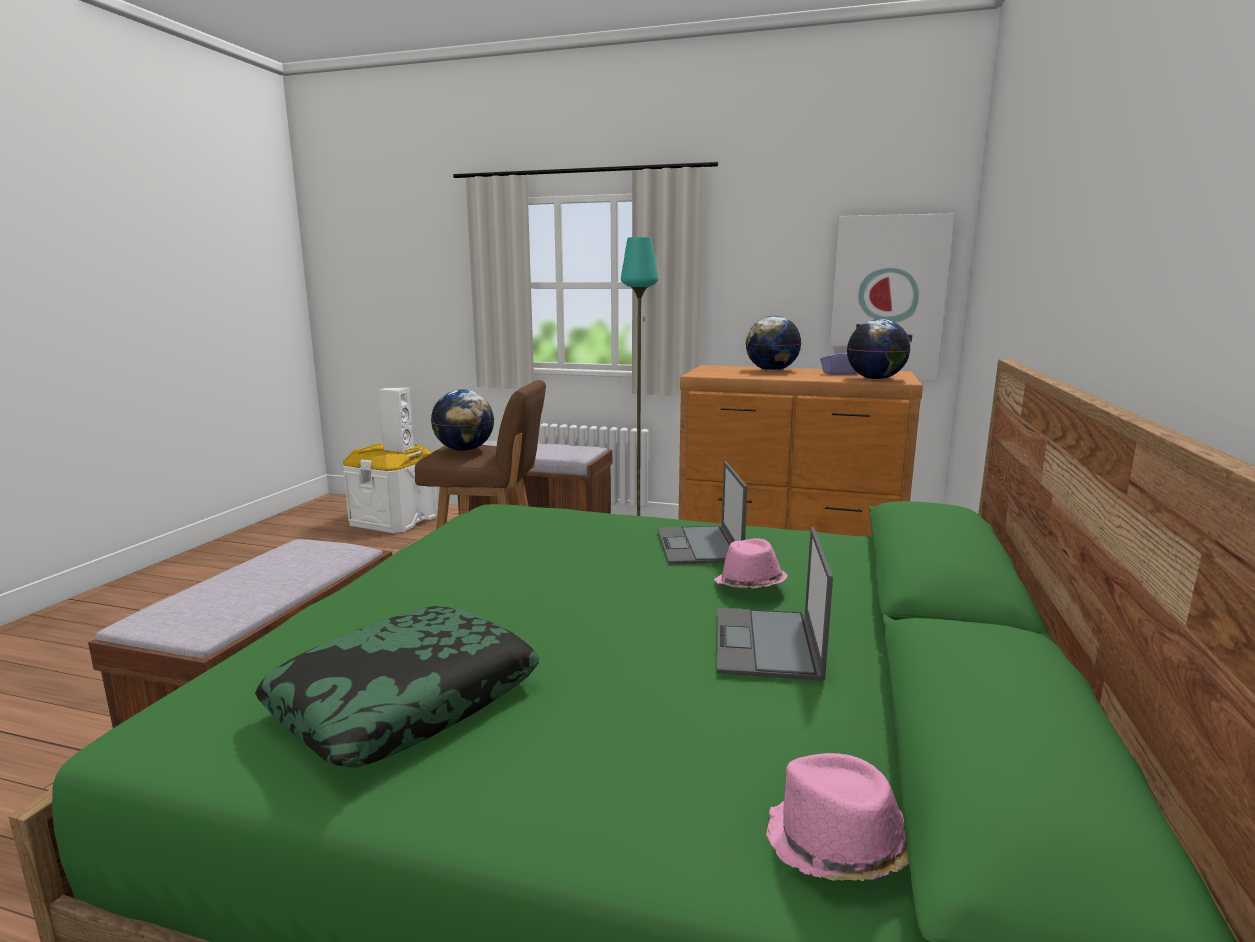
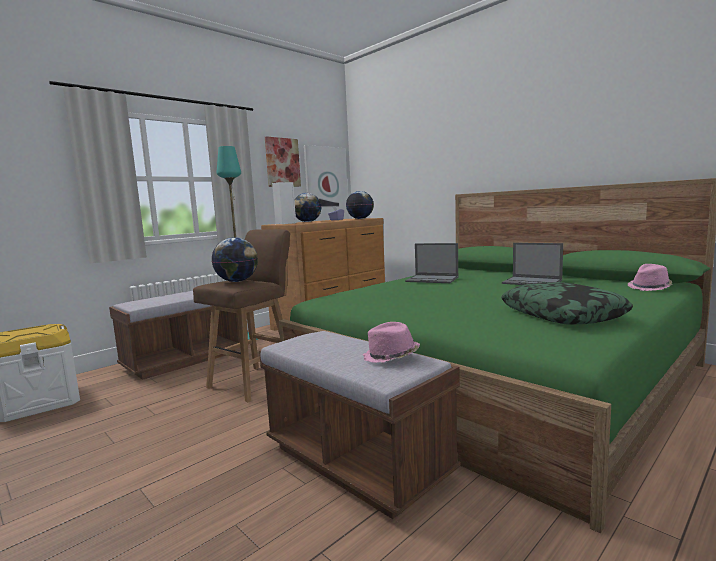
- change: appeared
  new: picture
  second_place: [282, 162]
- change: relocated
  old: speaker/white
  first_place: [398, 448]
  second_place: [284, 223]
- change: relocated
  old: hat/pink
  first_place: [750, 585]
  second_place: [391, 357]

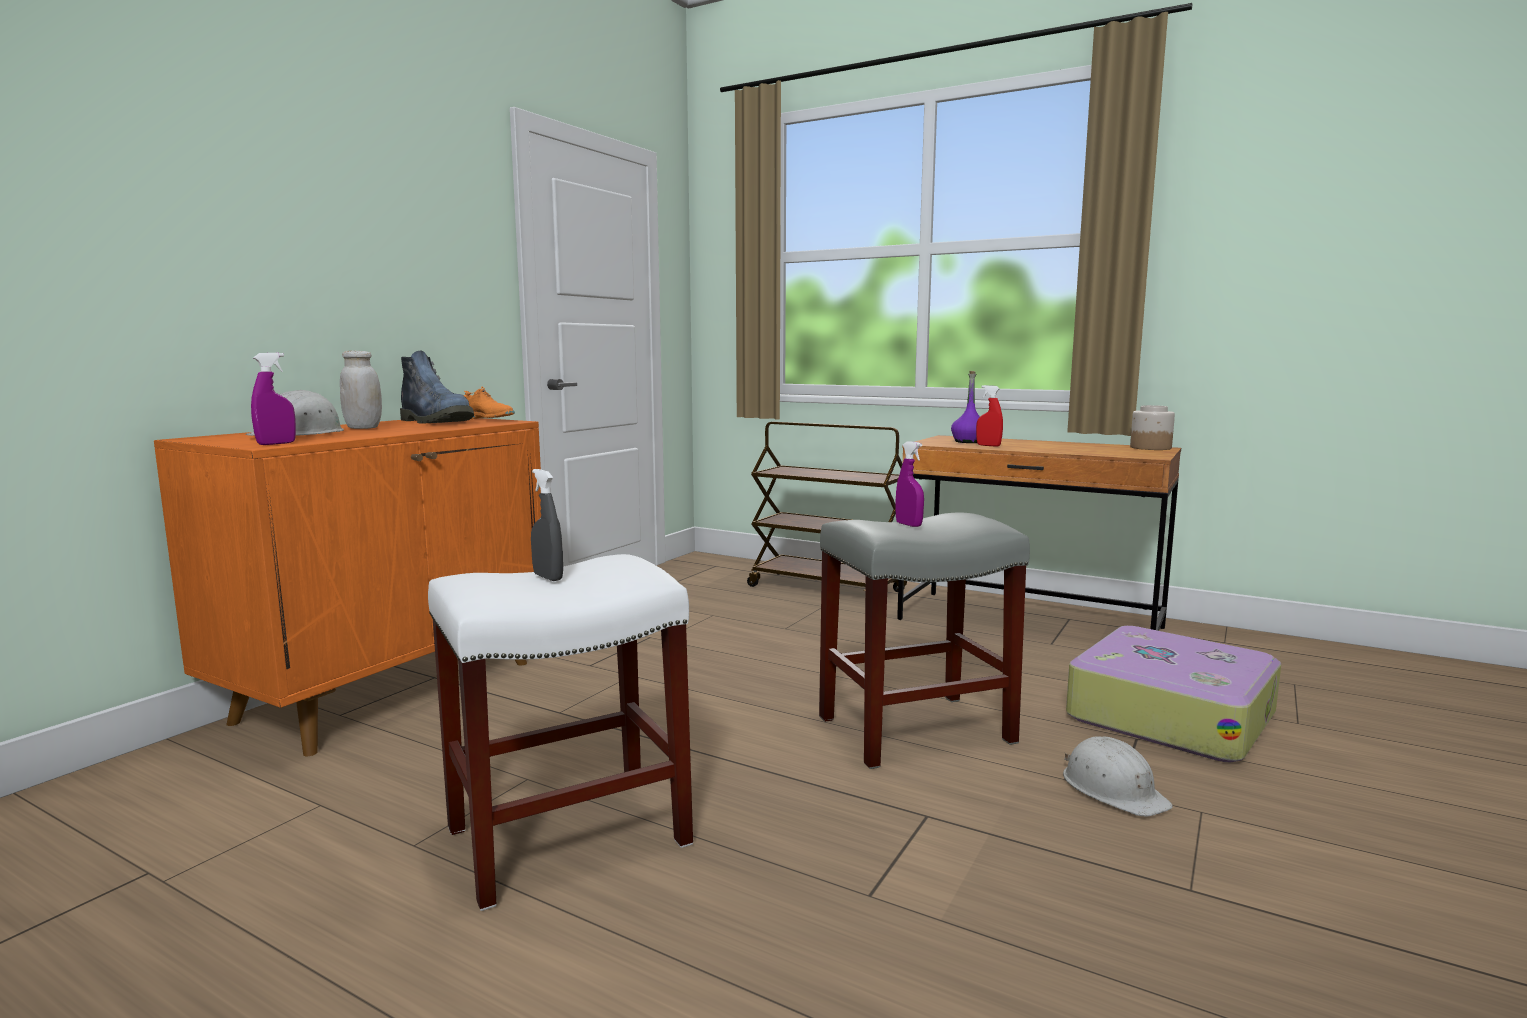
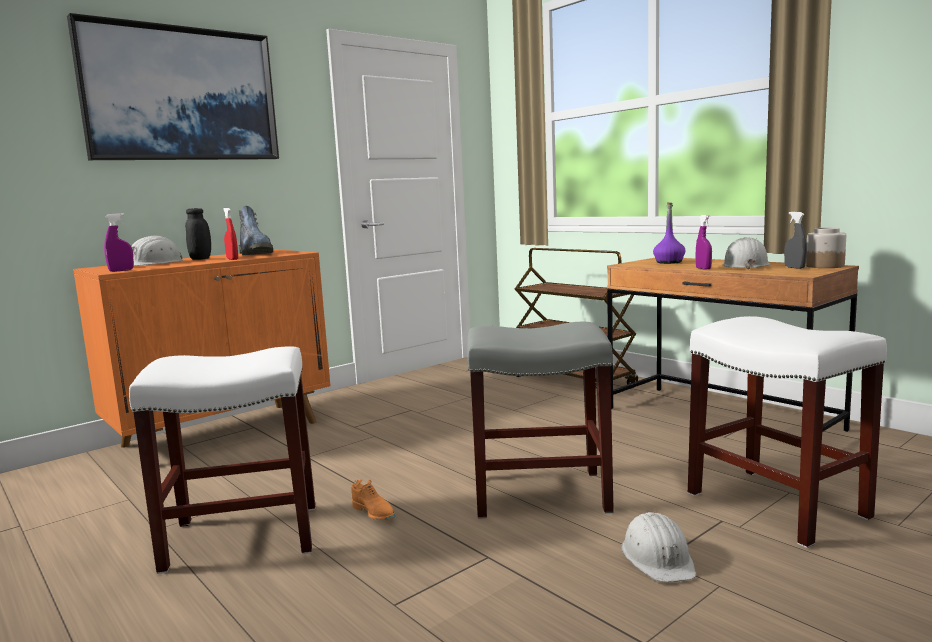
- change: appeared
  new: picture
  second_place: [181, 94]
- change: appeared
  new: hard hat/white
  second_place: [745, 265]
- change: relocated
  old: shoe/orange
  first_place: [488, 420]
  second_place: [374, 513]
- change: relocated
  old: spray bottle/grey
  first_place: [548, 577]
  second_place: [794, 267]
- change: relocated
  old: spray bottle/purple
  first_place: [908, 525]
  second_place: [703, 268]
- change: relocated
  old: spray bottle/red
  first_place: [988, 445]
  second_place: [232, 259]
- change: exchanged
  old: suitcase
  new: stool/white
  first_place: [1169, 714]
  second_place: [774, 504]
- change: colour
  old: jar/white
  new: jar/black
  first_place: [363, 428]
  second_place: [200, 259]

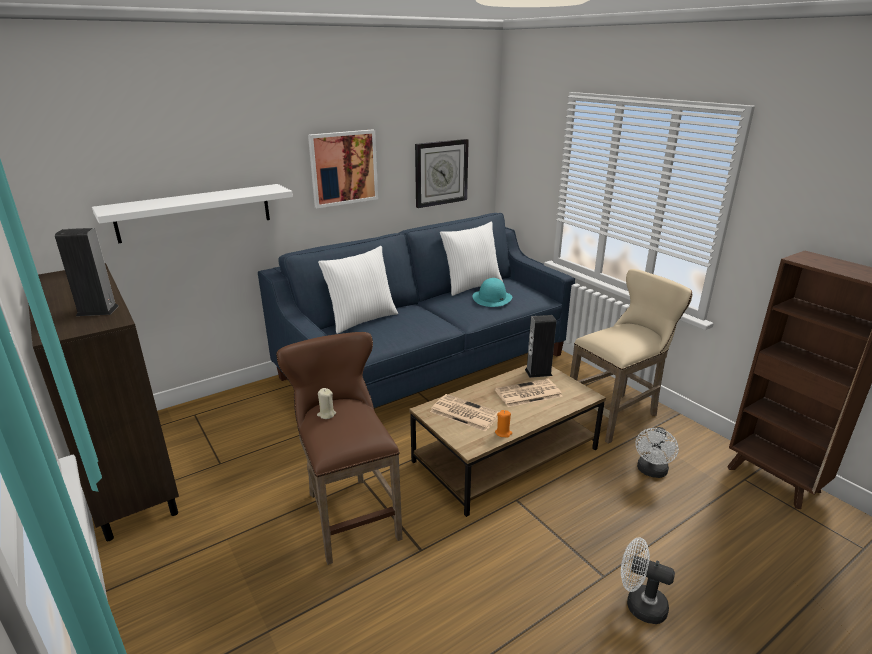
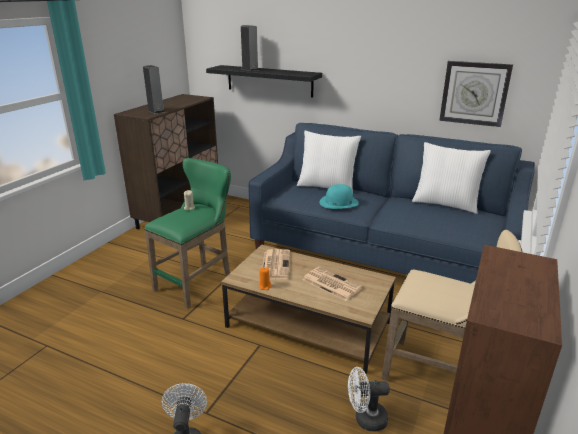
- change: missing
  old: picture
  first_place: [343, 168]
- change: relocated
  old: hat/turquoise
  first_place: [492, 298]
  second_place: [338, 202]
- change: relocated
  old: speaker
  first_place: [538, 372]
  second_place: [250, 69]
- change: colour
  old: shelf/white
  new: shelf/black
  first_place: [195, 212]
  second_place: [269, 81]
- change: colour
  old: stool/brown
  new: stool/green
  first_place: [349, 512]
  second_place: [198, 282]

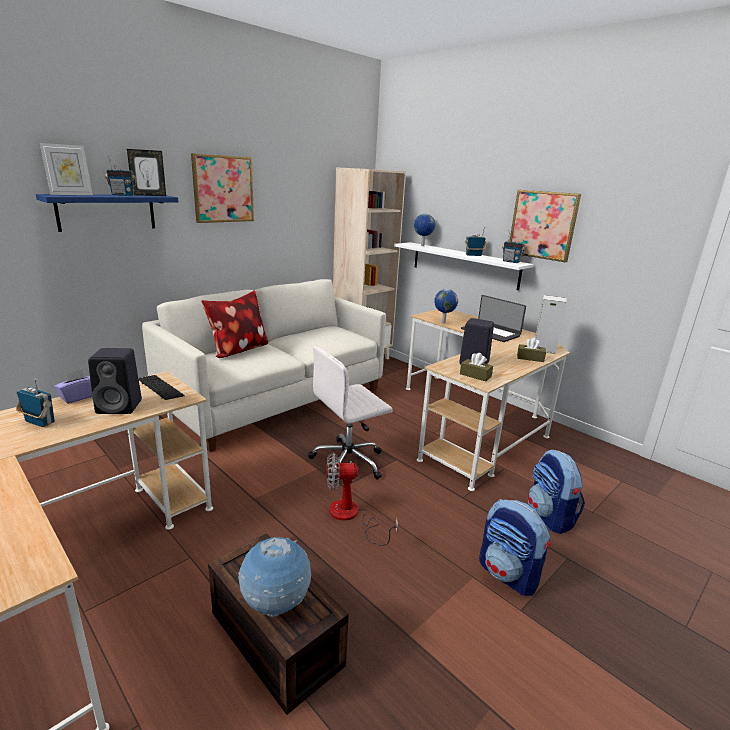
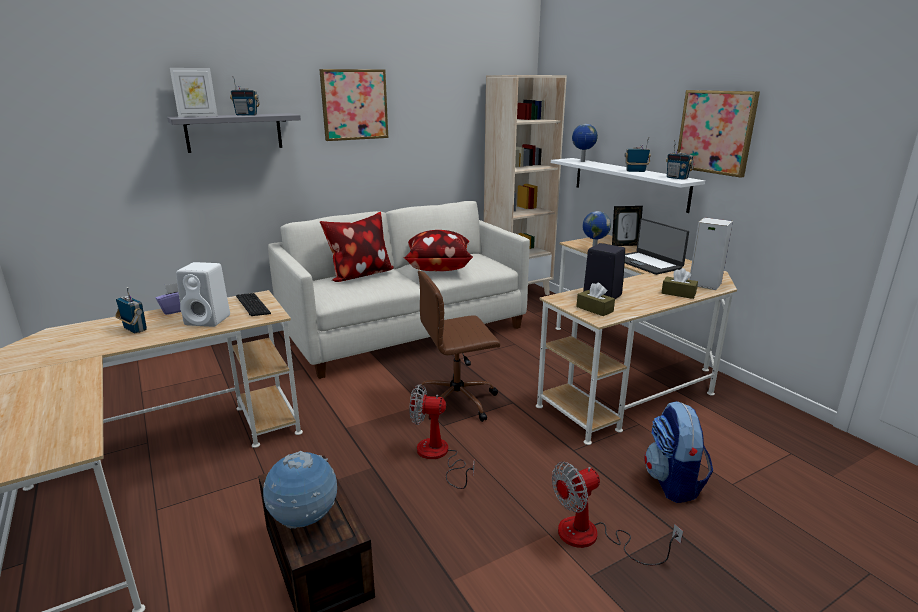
- change: appeared
  new: pillow
  second_place: [438, 268]
- change: relocated
  old: picture frame
  first_place: [149, 195]
  second_place: [625, 245]
- change: exchanged
  old: backpack
  new: fan
  first_place: [508, 574]
  second_place: [592, 537]
- change: colour
  old: shelf/blue
  new: shelf/grey
  first_place: [107, 212]
  second_place: [234, 132]
- change: colour
  old: speaker/black
  new: speaker/white
  first_place: [121, 407]
  second_place: [209, 320]
- change: colour
  old: office chair/white
  new: office chair/brown
  first_place: [349, 461]
  second_place: [458, 400]

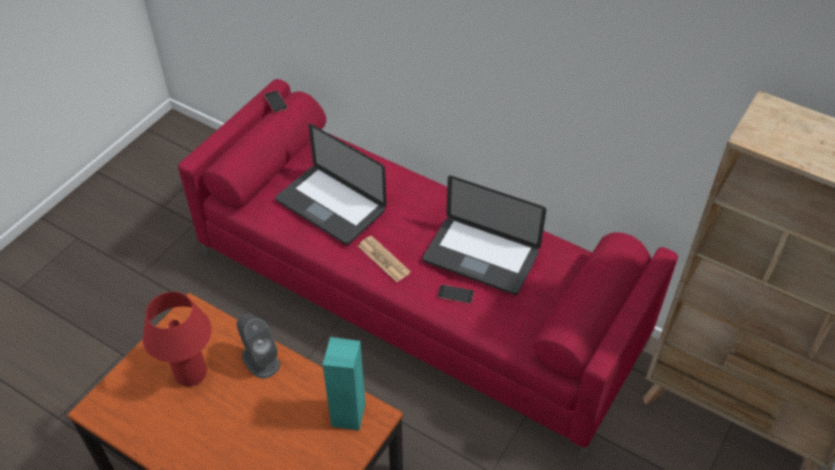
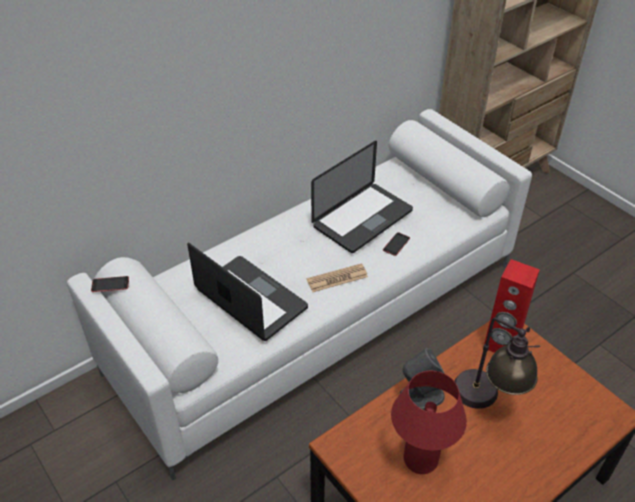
- change: appeared
  new: table lamp
  second_place: [487, 402]
- change: colour
  old: sofa/red
  new: sofa/white
  first_place: [419, 298]
  second_place: [317, 315]
- change: colour
  old: speaker/turquoise
  new: speaker/red
  first_place: [347, 414]
  second_place: [501, 345]
- change: spun
  old: laptop
  first_place: [330, 206]
  second_place: [251, 299]
  degrees: -105

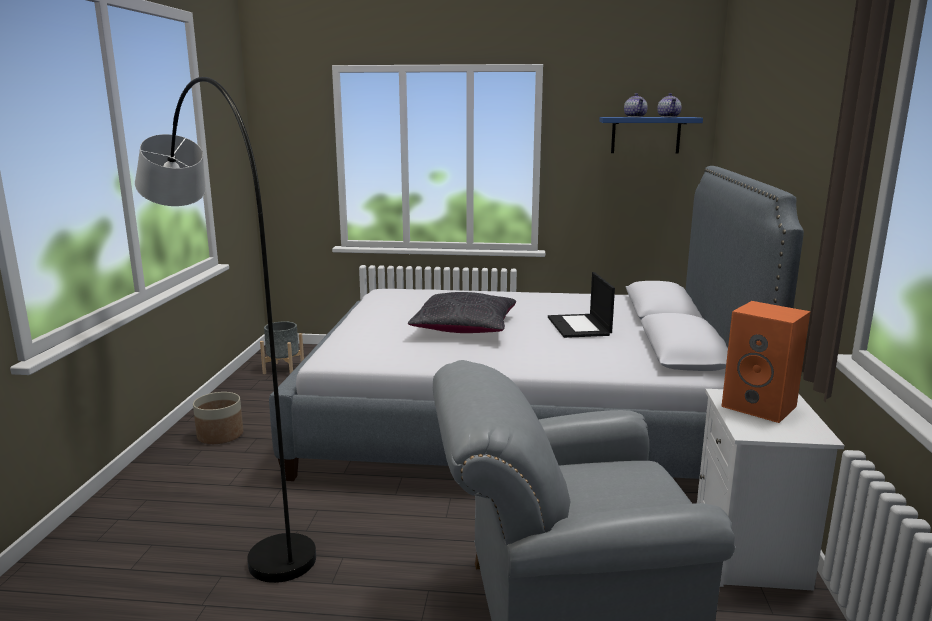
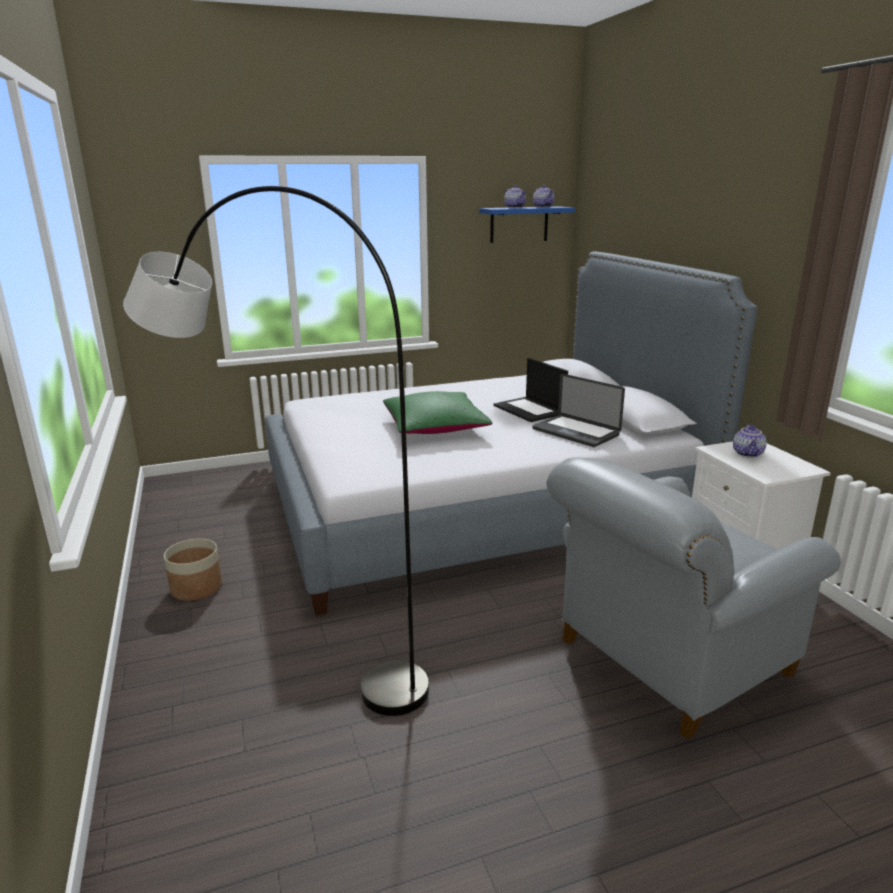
- change: missing
  old: planter/grey
  first_place: [283, 369]
- change: appeared
  new: laptop
  second_place: [575, 432]
- change: exchanged
  old: speaker/orange
  new: teapot
  first_place: [761, 406]
  second_place: [748, 454]
- change: colour
  old: pillow/black
  new: pillow/green
  first_place: [464, 328]
  second_place: [435, 428]

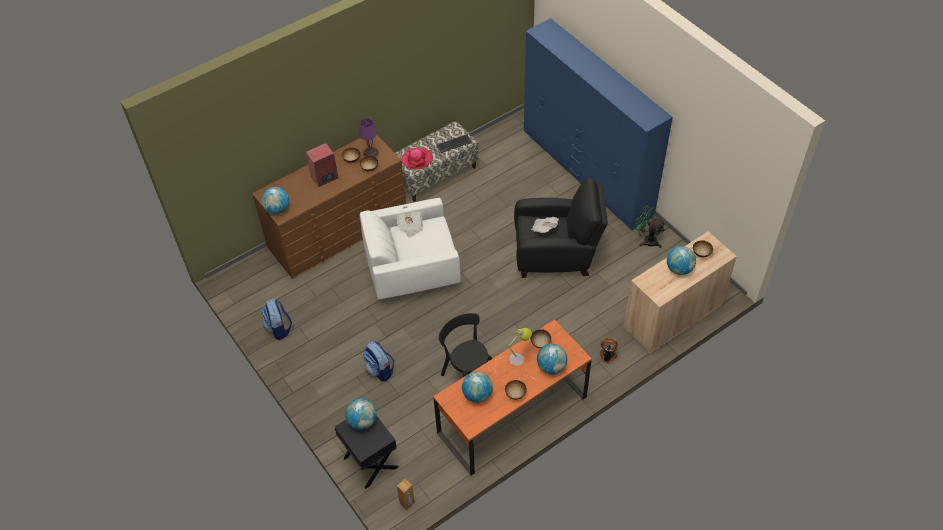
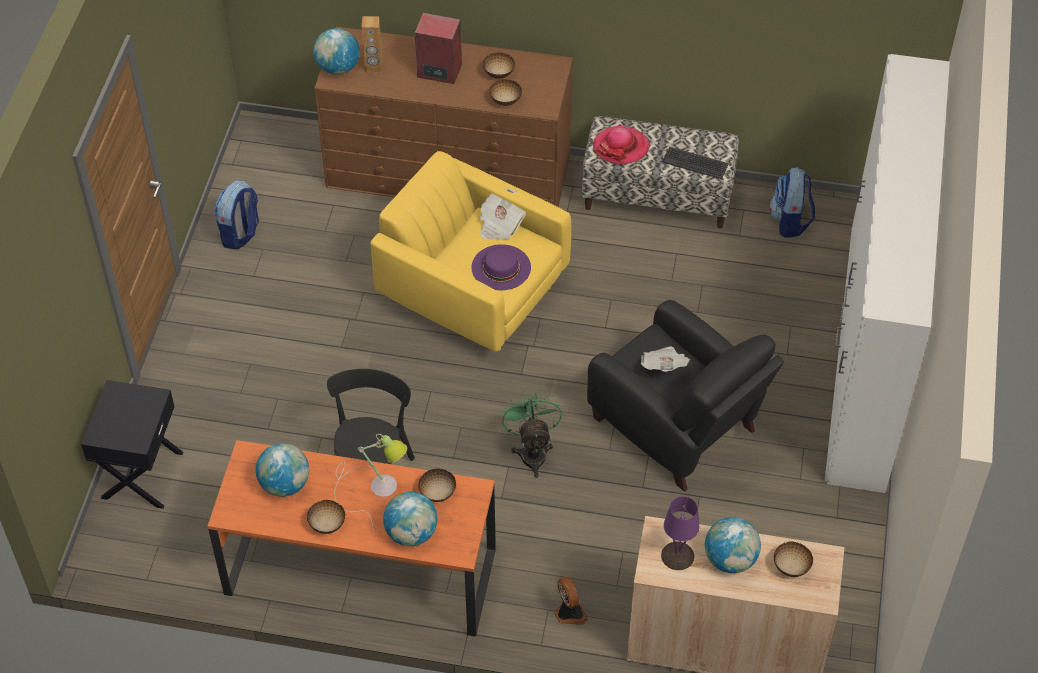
- change: missing
  old: globe
  first_place: [362, 421]
- change: appeared
  new: hat/purple
  second_place: [501, 267]
- change: relocated
  old: table lamp/purple
  first_place: [370, 153]
  second_place: [677, 556]
- change: relocated
  old: backpack
  first_place: [380, 370]
  second_place: [790, 221]
- change: relocated
  old: speaker/brown
  first_place: [407, 503]
  second_place: [374, 66]
- change: relocated
  old: fan/green
  first_place: [646, 240]
  second_place: [532, 451]
- change: colour
  old: armchair/white
  new: armchair/yellow
  first_place: [412, 270]
  second_place: [473, 292]
- change: colour
  old: wardrobe/blue
  new: wardrobe/white
  first_place: [586, 172]
  second_place: [867, 354]

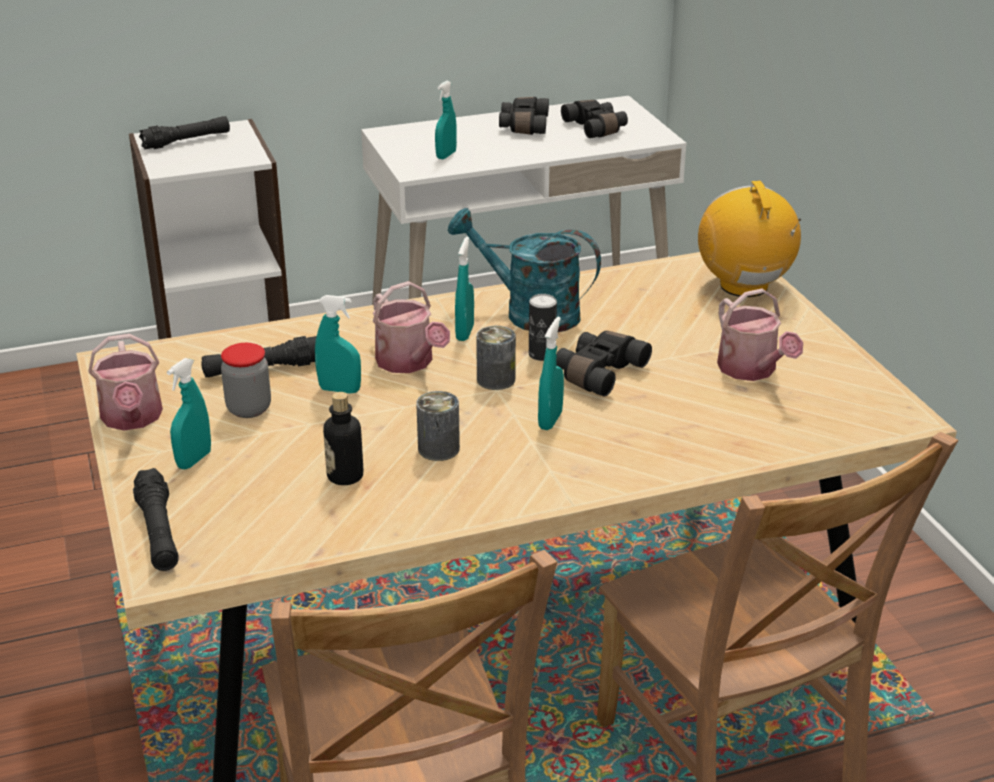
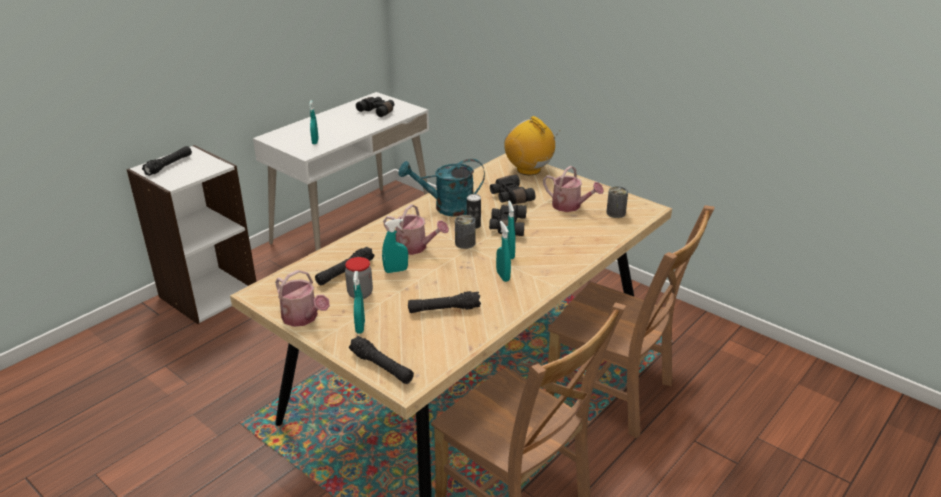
- change: relocated
  old: can
  first_place: [438, 449]
  second_place: [616, 213]
- change: relocated
  old: spray bottle/turquoise
  first_place: [464, 333]
  second_place: [503, 276]
- change: relocated
  old: binoculars/black
  first_place: [523, 126]
  second_place: [509, 197]
- change: exchanged
  old: bottle
  new: flashlight/black
  first_place: [345, 476]
  second_place: [444, 309]

